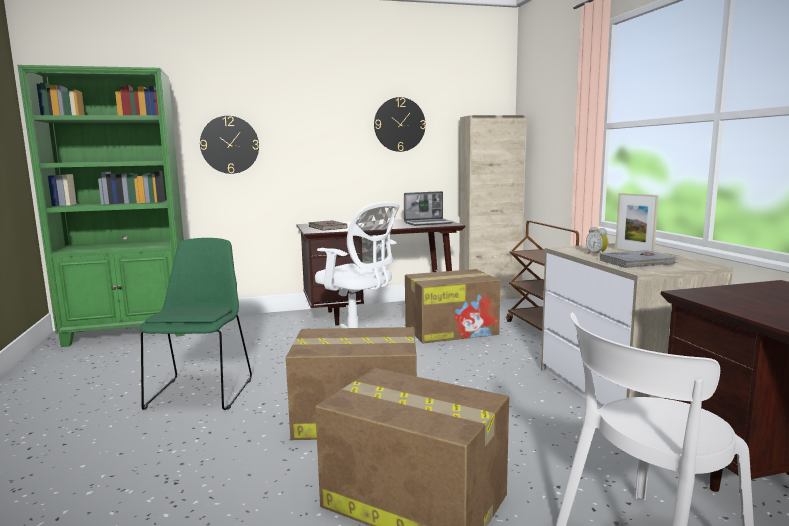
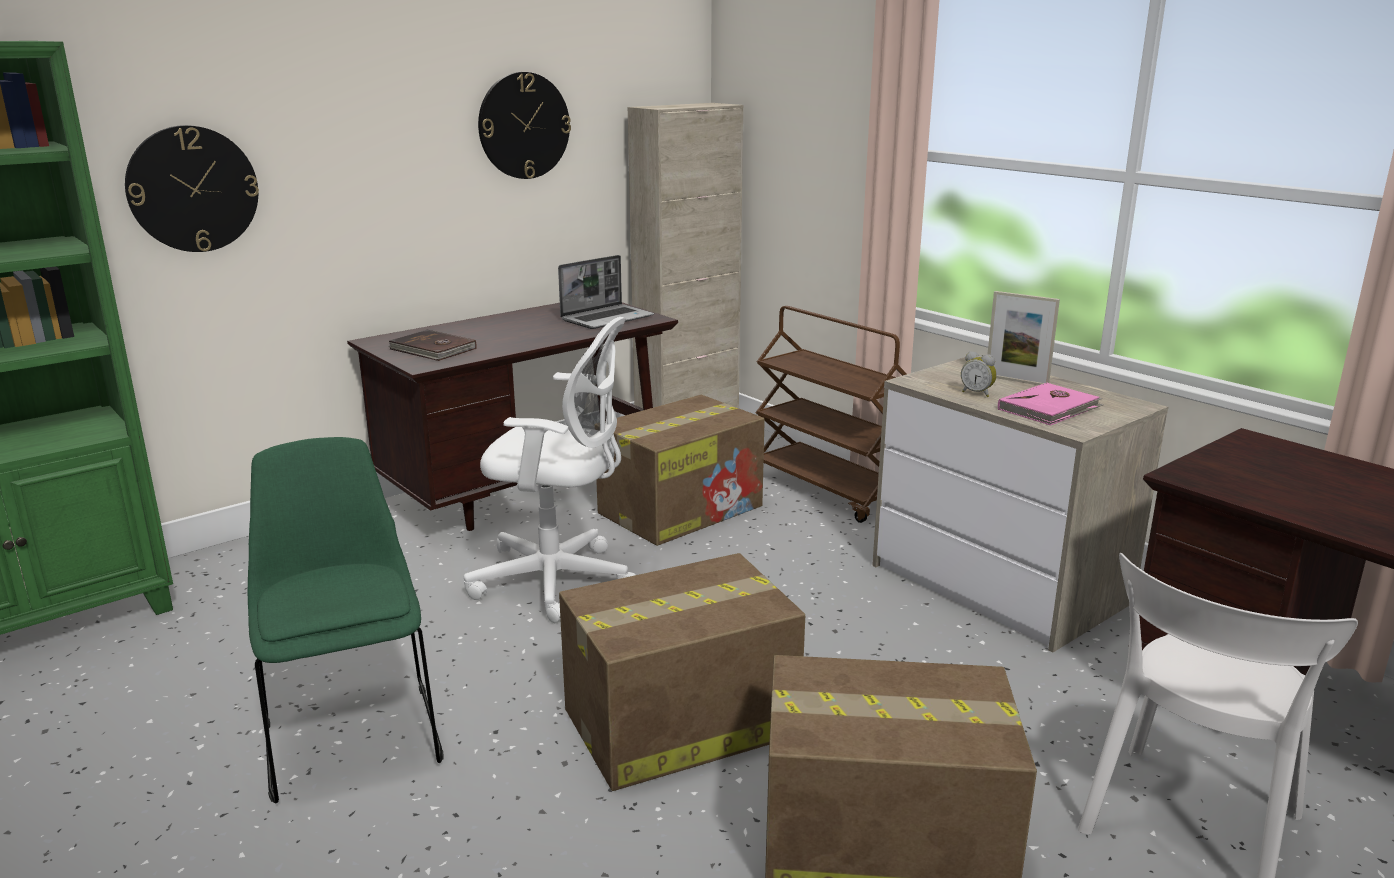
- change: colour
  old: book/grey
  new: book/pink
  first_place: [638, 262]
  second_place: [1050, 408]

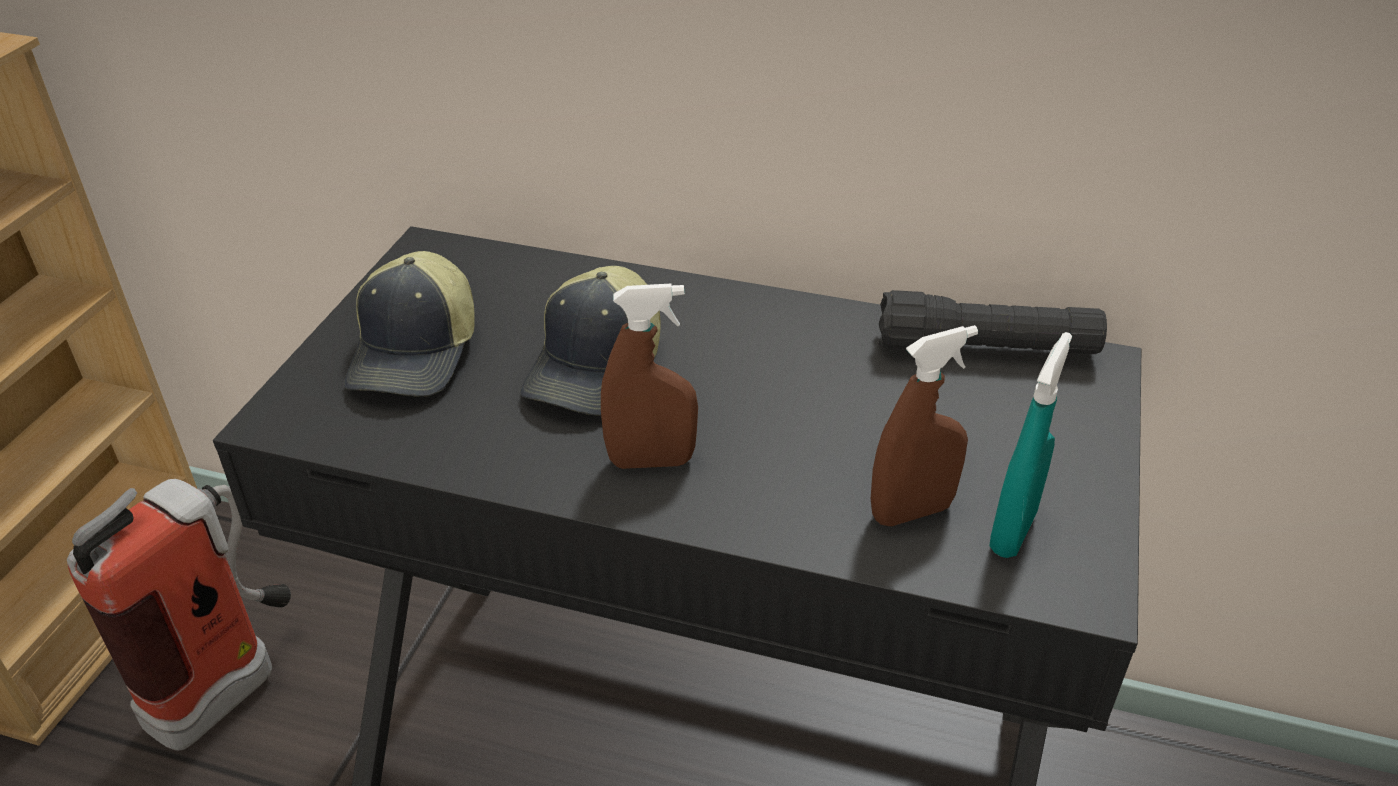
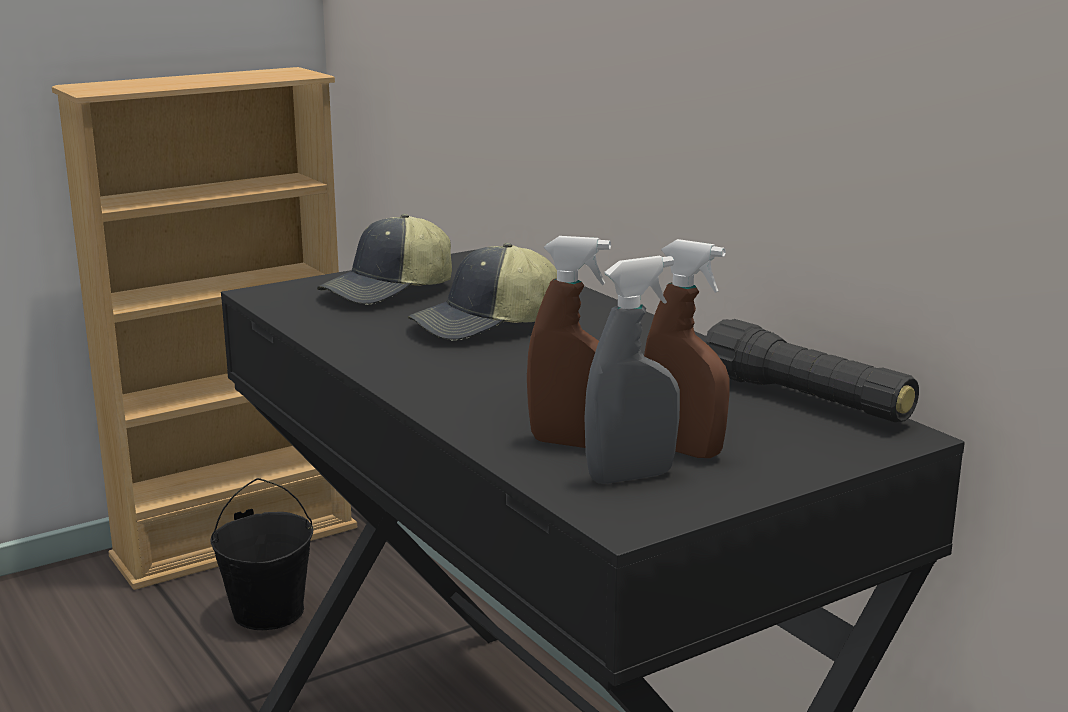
- change: relocated
  old: spray bottle/brown
  first_place: [651, 461]
  second_place: [682, 450]
- change: exchanged
  old: fire extinguisher
  new: bucket/black
  first_place: [232, 684]
  second_place: [268, 612]
- change: colour
  old: spray bottle/turquoise
  new: spray bottle/grey
  first_place: [1012, 532]
  second_place: [630, 476]

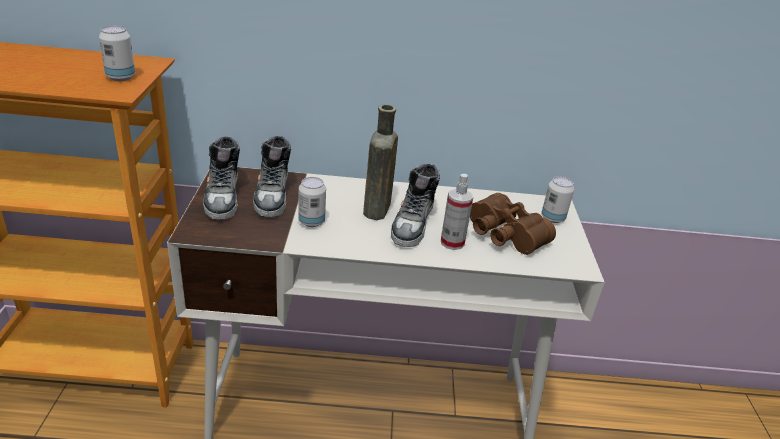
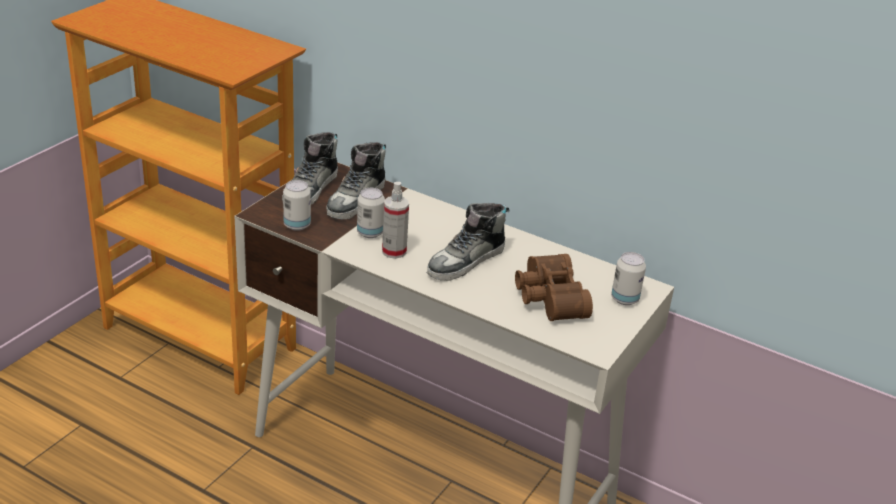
- change: missing
  old: bottle/brown
  first_place: [376, 211]
- change: relocated
  old: can
  first_place: [121, 77]
  second_place: [297, 225]
- change: relocated
  old: spray bottle
  first_place: [452, 242]
  second_place: [394, 251]

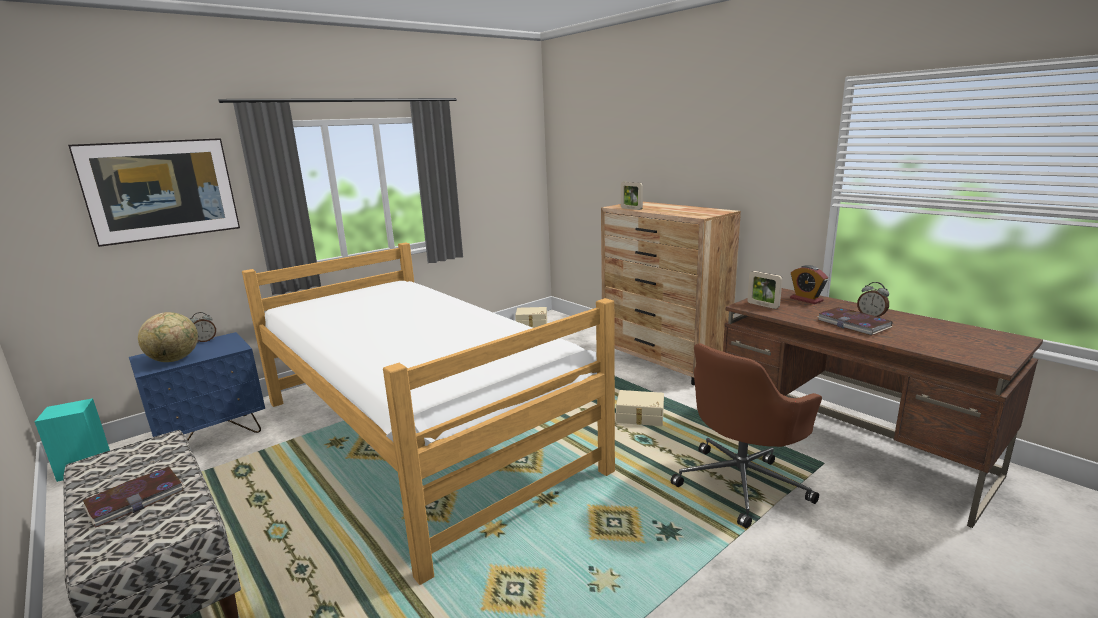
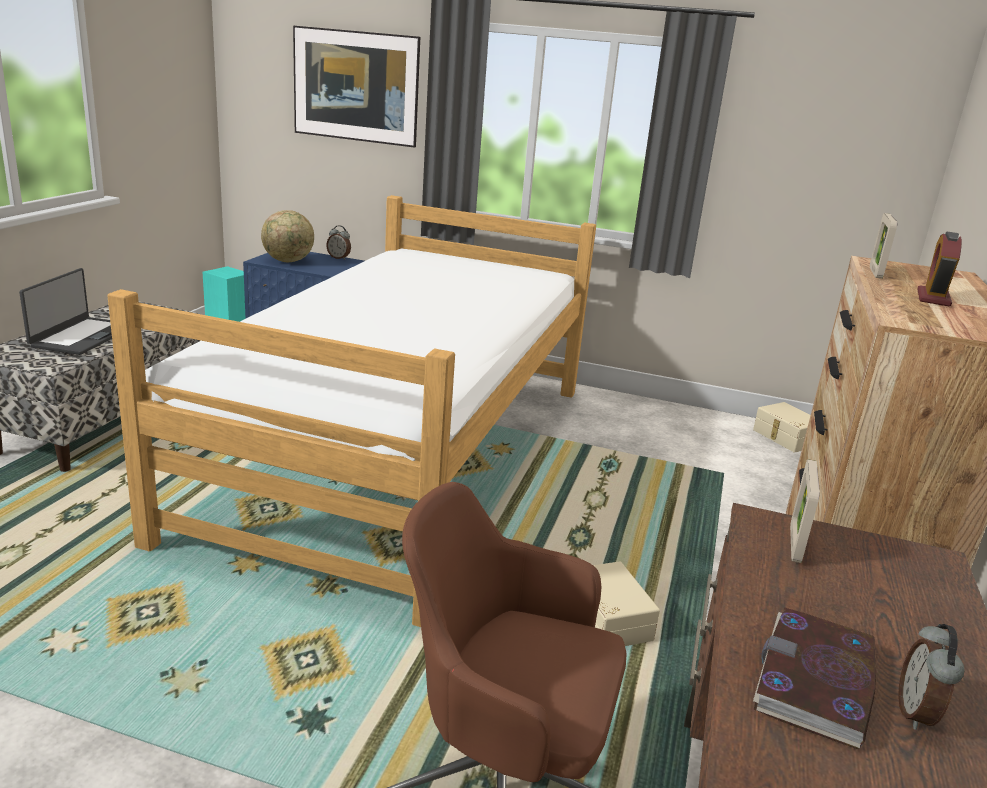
- change: relocated
  old: alarm clock
  first_place: [806, 299]
  second_place: [933, 298]
- change: exchanged
  old: book
  new: laptop
  first_place: [136, 499]
  second_place: [82, 336]

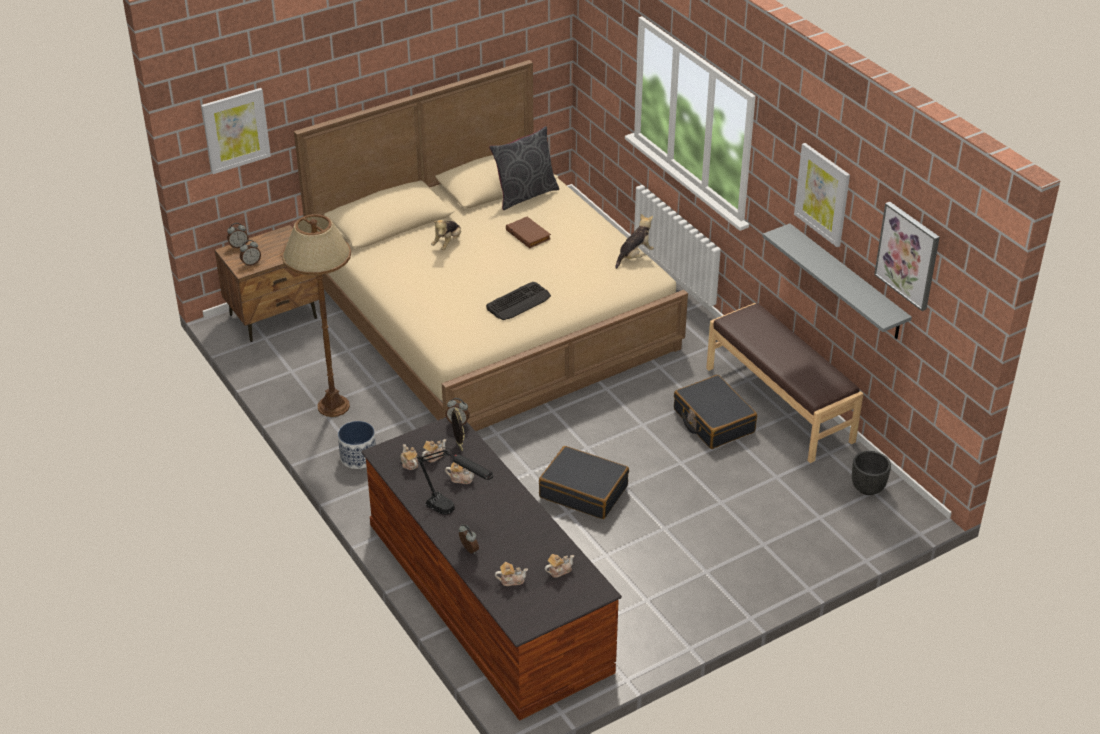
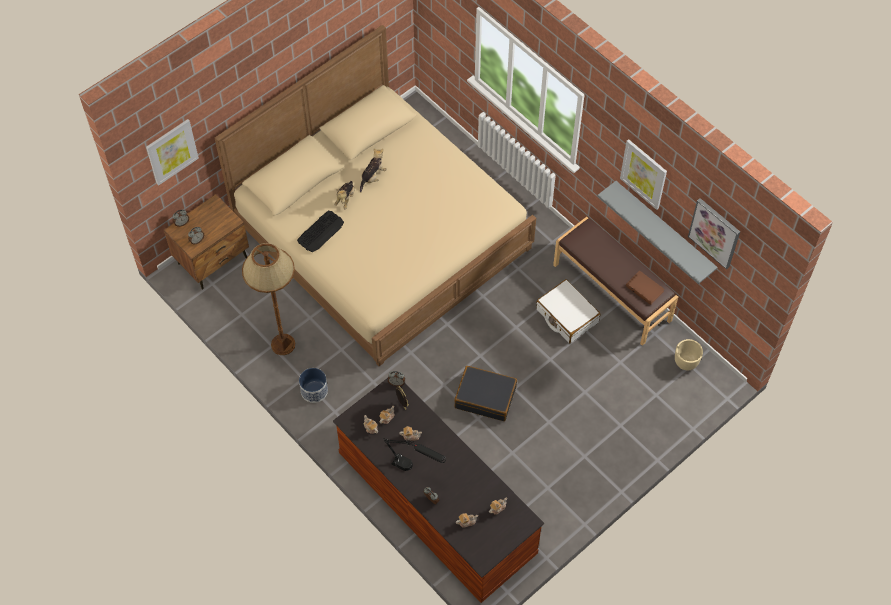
- change: missing
  old: pillow/grey
  first_place: [525, 195]
- change: relocated
  old: keyboard
  first_place: [518, 302]
  second_place: [321, 232]
- change: relocated
  old: book/brown
  first_place: [529, 234]
  second_place: [645, 288]
- change: relocated
  old: plush toy
  first_place: [634, 256]
  second_place: [373, 177]
- change: colour
  old: suitcase/black
  new: suitcase/white
  first_place: [713, 421]
  second_place: [566, 316]
- change: colour
  old: planter/black
  new: planter/beige
  first_place: [868, 488]
  second_place: [686, 363]

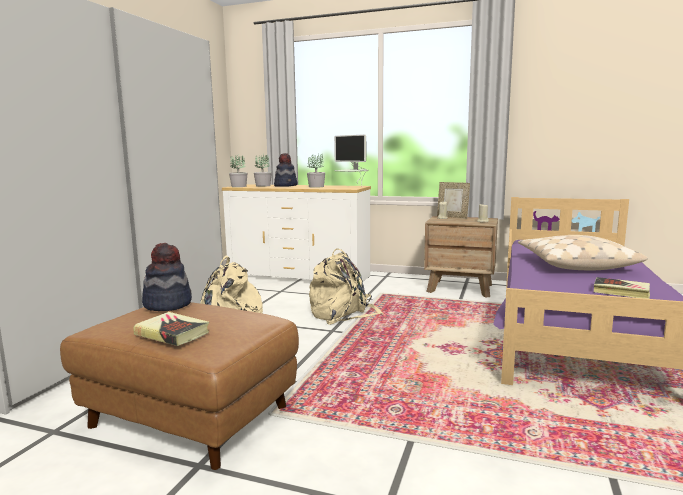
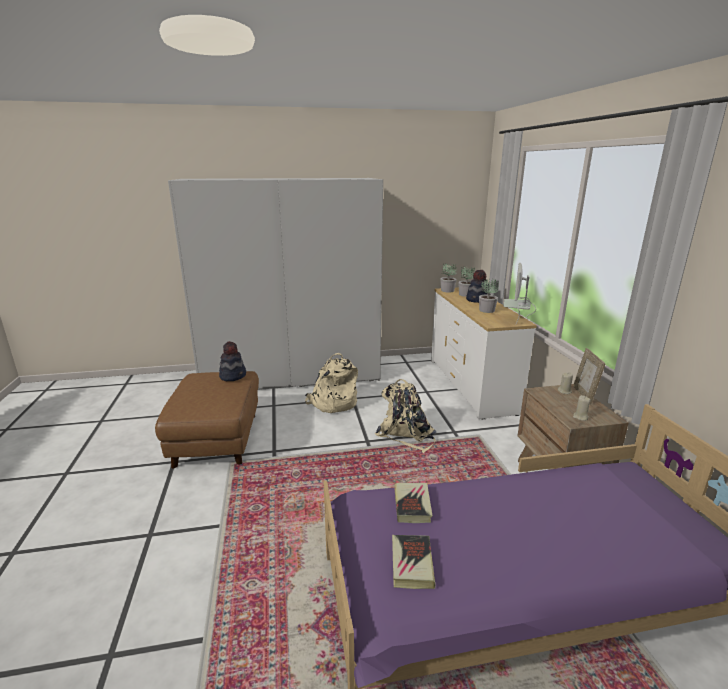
- change: missing
  old: pillow/beige
  first_place: [574, 264]
- change: relocated
  old: book
  first_place: [172, 333]
  second_place: [412, 505]

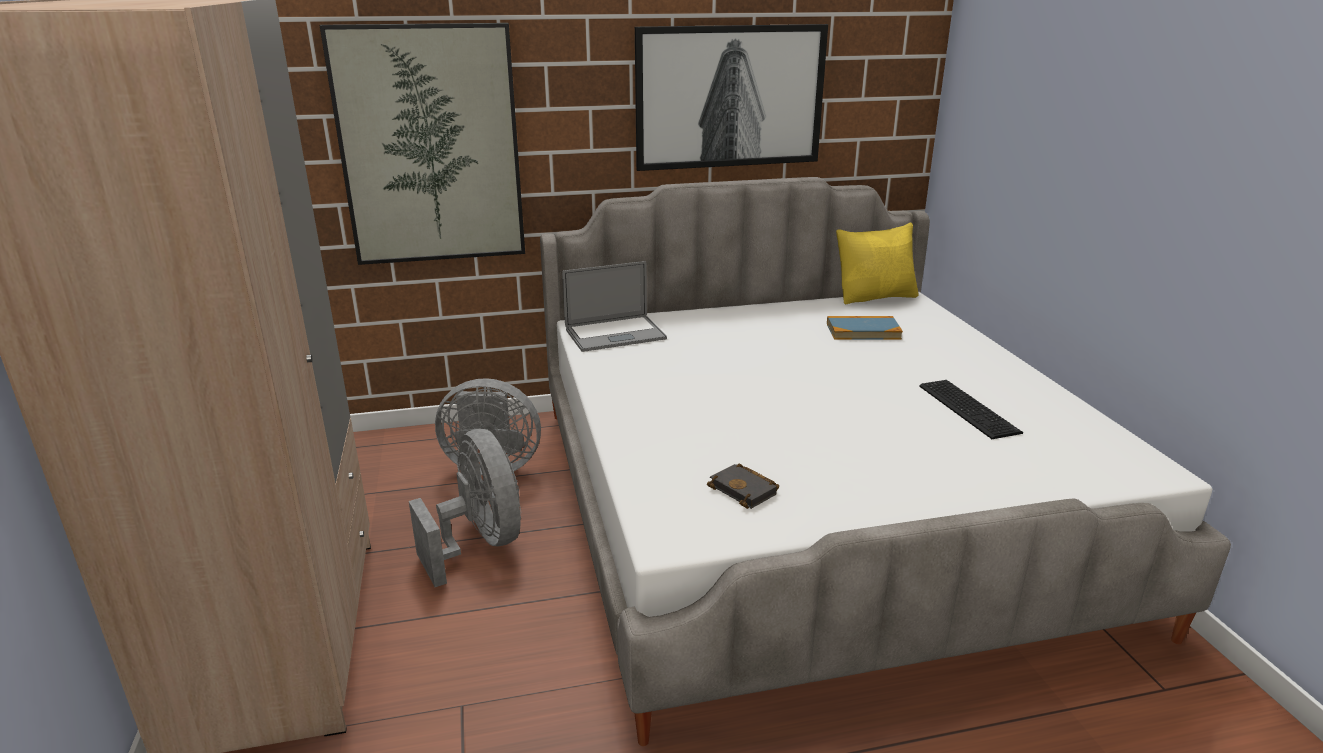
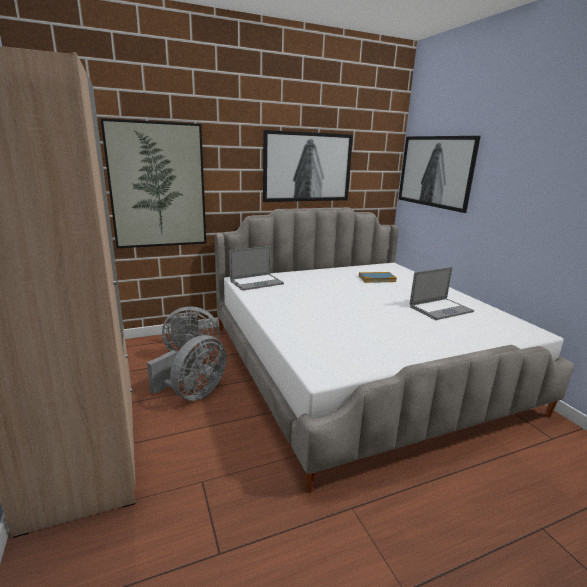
- change: missing
  old: book/black
  first_place: [745, 490]
- change: missing
  old: pillow/yellow
  first_place: [875, 297]
- change: appeared
  new: picture
  second_place: [436, 171]
- change: exchanged
  old: keyboard
  new: laptop
  first_place: [969, 407]
  second_place: [440, 309]
- change: spun
  old: fan/grey
  first_place: [480, 543]
  second_place: [193, 393]
  degrees: 75

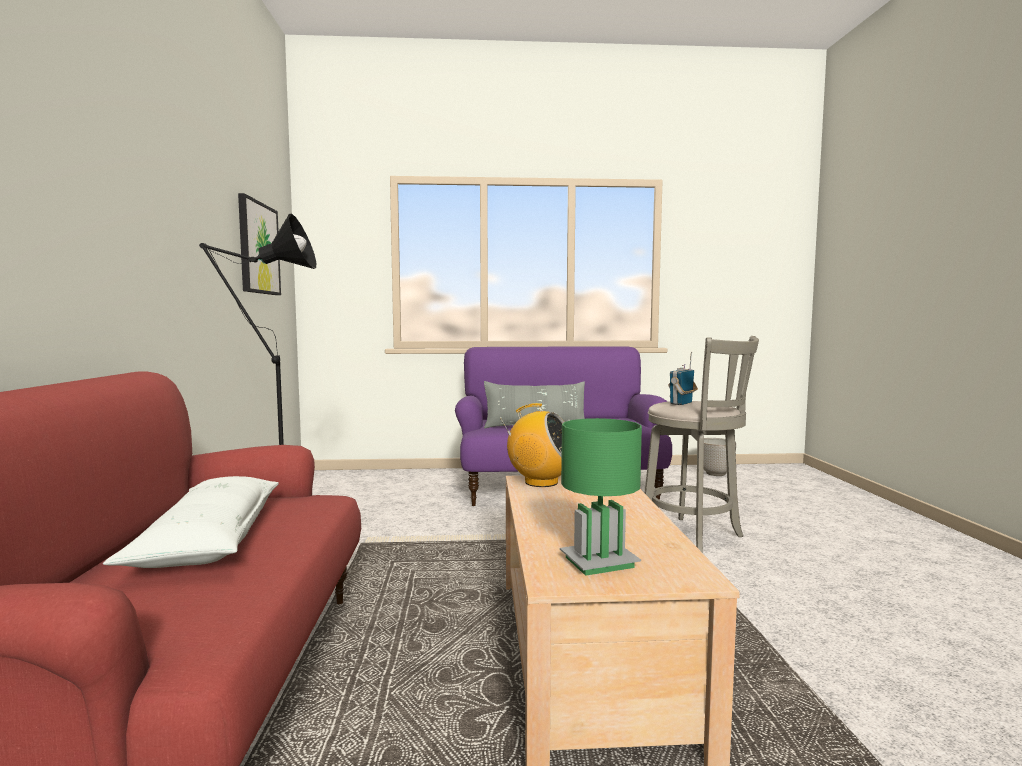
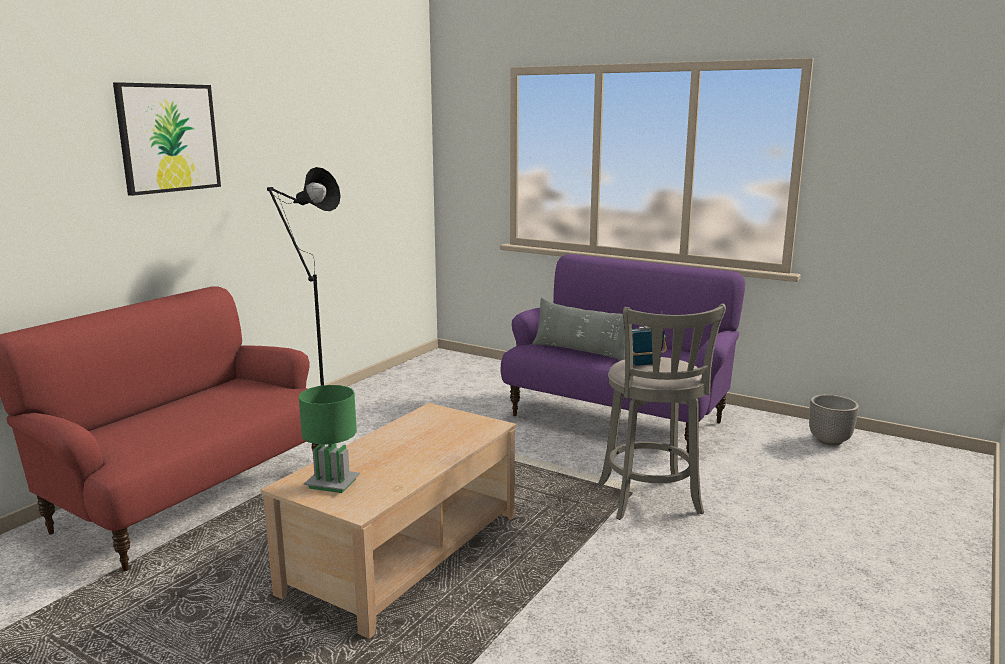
- change: missing
  old: pillow/white
  first_place: [210, 540]
- change: missing
  old: radio
  first_place: [540, 482]
- change: relocated
  old: picture
  first_place: [258, 248]
  second_place: [168, 138]

